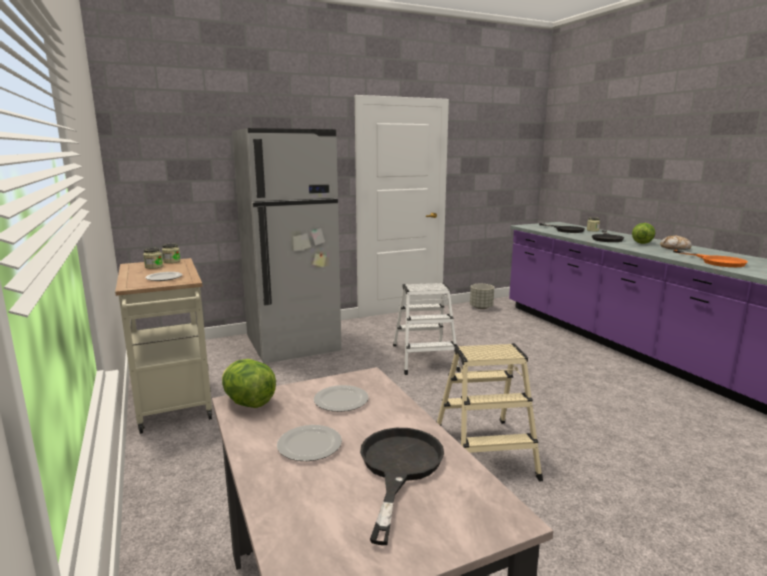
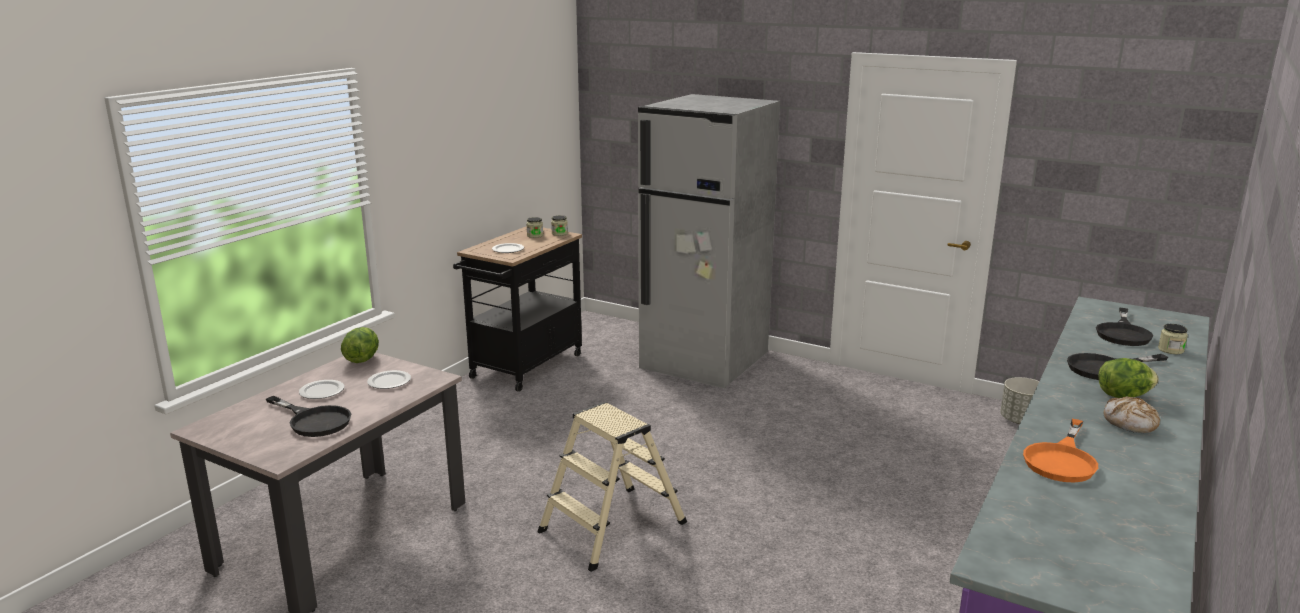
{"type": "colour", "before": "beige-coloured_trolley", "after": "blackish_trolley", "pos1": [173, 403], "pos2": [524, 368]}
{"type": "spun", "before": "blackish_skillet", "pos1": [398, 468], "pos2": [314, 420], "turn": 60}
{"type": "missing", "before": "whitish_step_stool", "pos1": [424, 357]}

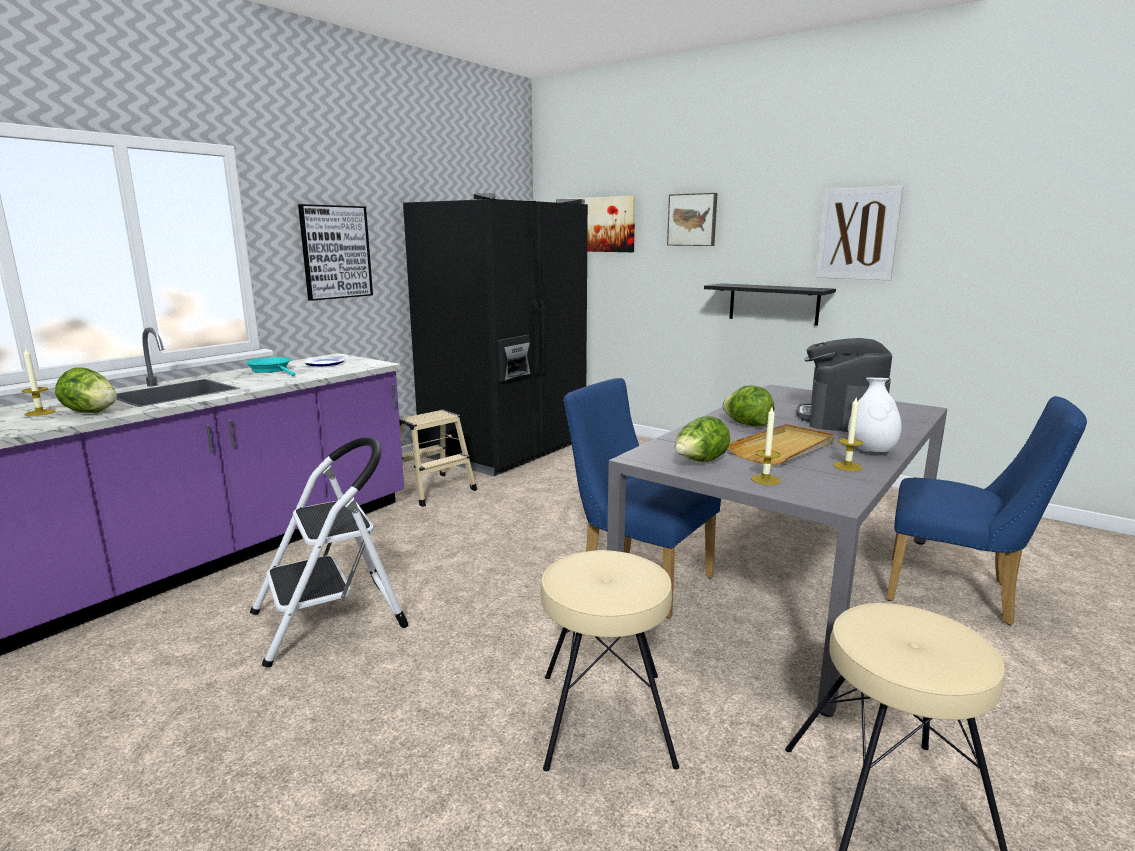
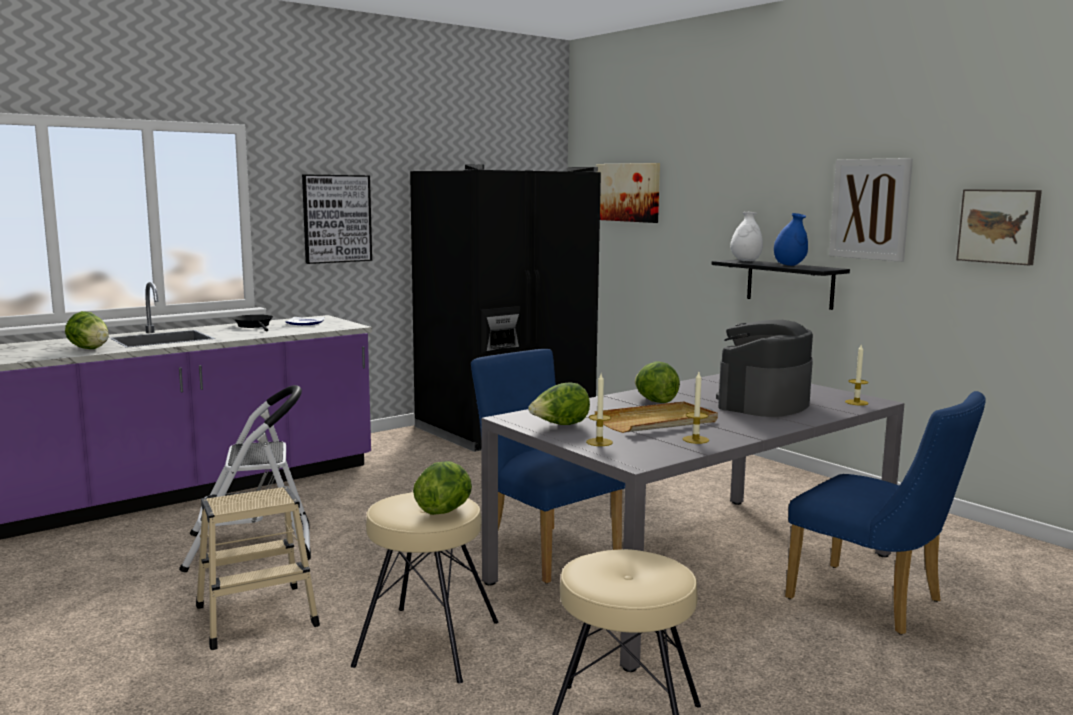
{"type": "relocated", "before": "candle", "pos1": [40, 413], "pos2": [856, 402]}
{"type": "colour", "before": "blue-green_skillet", "after": "blackish_skillet", "pos1": [272, 370], "pos2": [255, 326]}
{"type": "relocated", "before": "beige-coloured_step_stool", "pos1": [433, 489], "pos2": [257, 615]}
{"type": "relocated", "before": "wall_art", "pos1": [692, 220], "pos2": [999, 226]}
{"type": "relocated", "before": "whitish_vase", "pos1": [871, 451], "pos2": [746, 261]}
{"type": "appeared", "after": "lettuce", "pos2": [445, 510]}
{"type": "appeared", "after": "blue_vase", "pos2": [789, 265]}

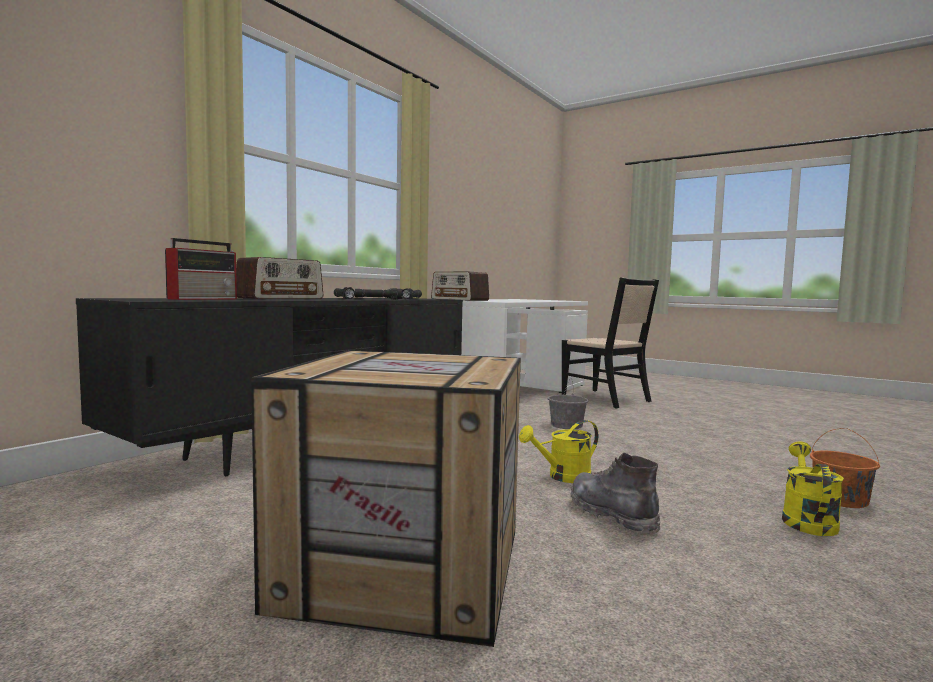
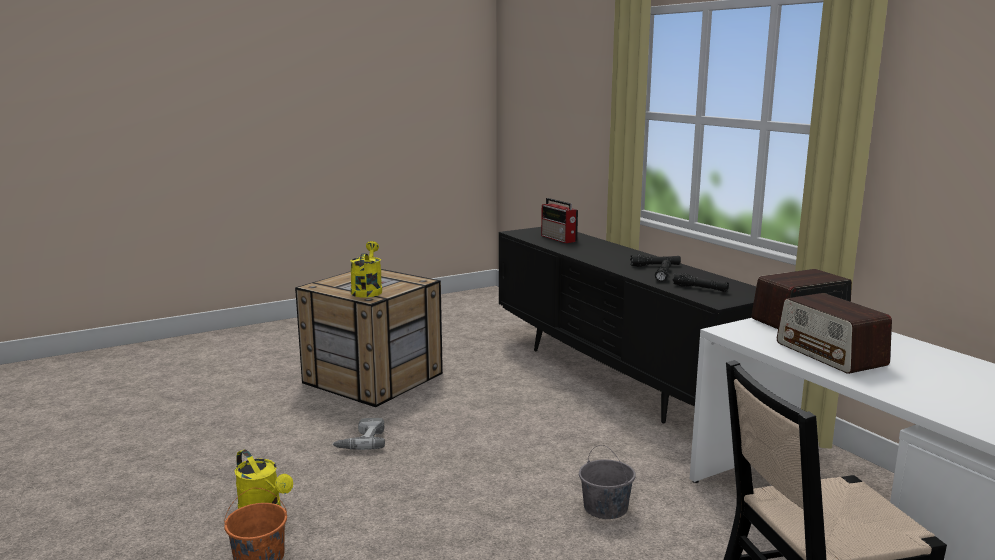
{"type": "relocated", "before": "radio", "pos1": [280, 298], "pos2": [830, 354]}
{"type": "relocated", "before": "yellow_watering_pot", "pos1": [563, 477], "pos2": [367, 290]}
{"type": "exchanged", "before": "greyish_tall_boot", "after": "electric_drill", "pos1": [612, 515], "pos2": [361, 441]}

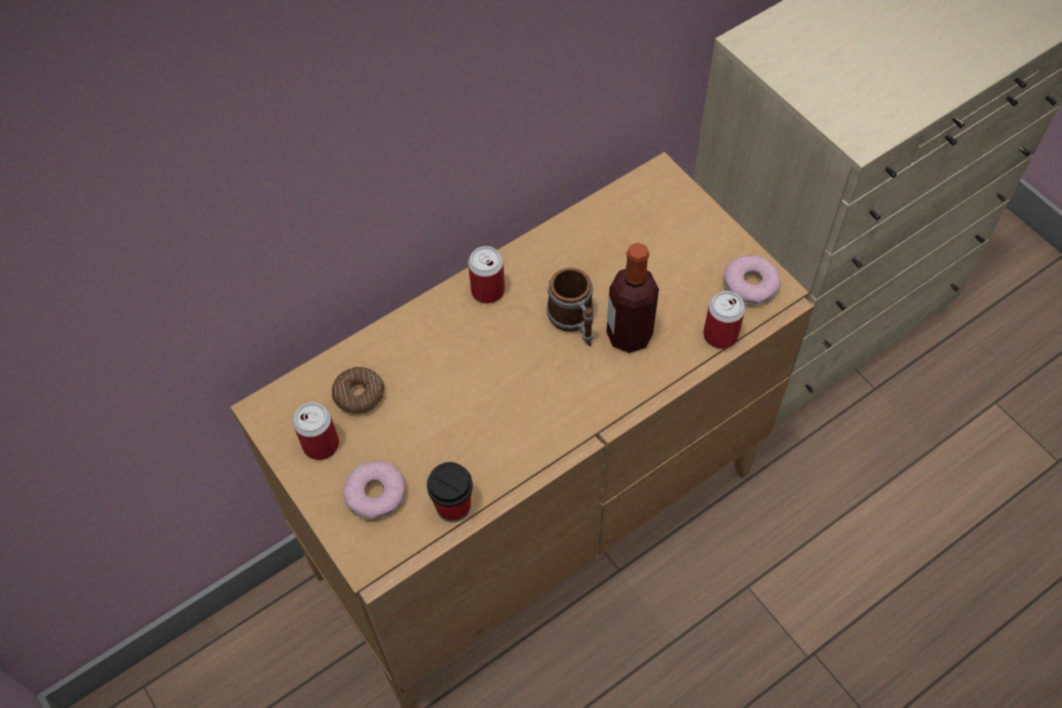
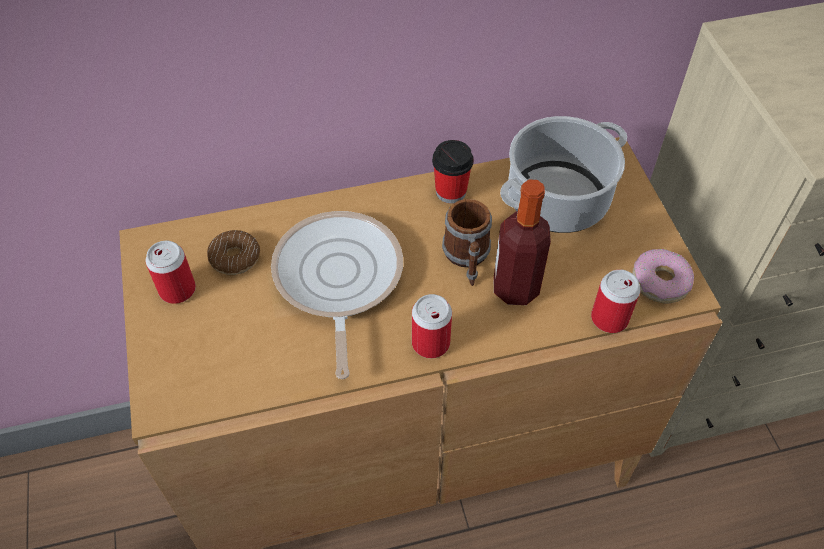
{"type": "missing", "before": "ring_doughnut", "pos1": [375, 494]}
{"type": "relocated", "before": "cup", "pos1": [453, 506], "pos2": [451, 192]}
{"type": "relocated", "before": "can", "pos1": [488, 290], "pos2": [430, 343]}
{"type": "appeared", "after": "skillet", "pos2": [337, 279]}
{"type": "appeared", "after": "cooking_pot", "pos2": [558, 198]}

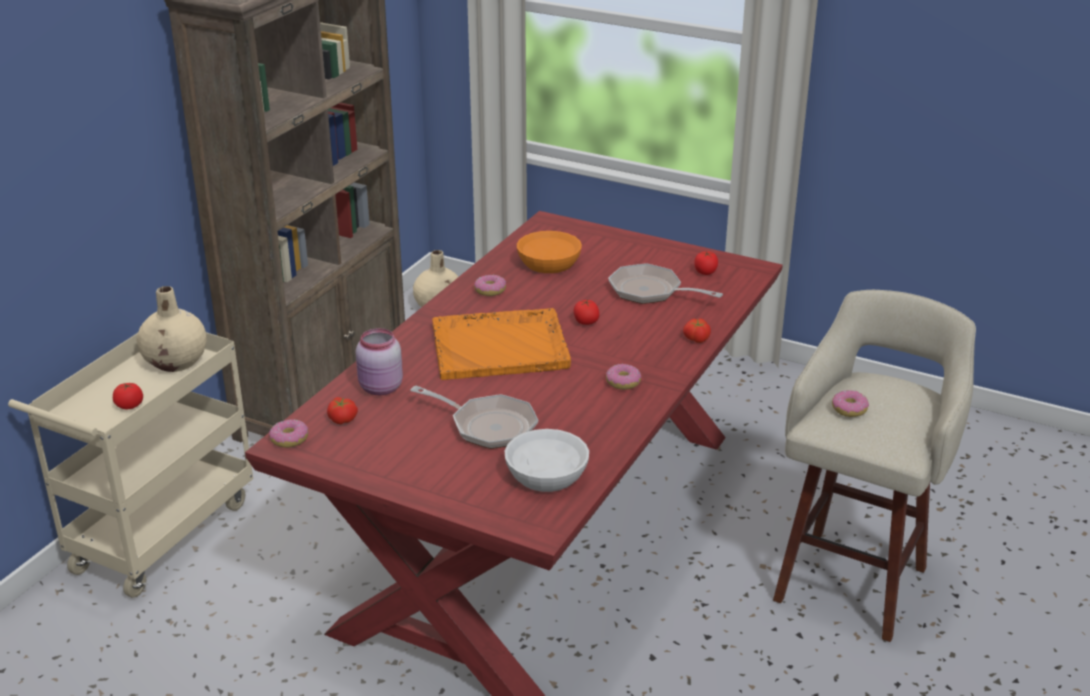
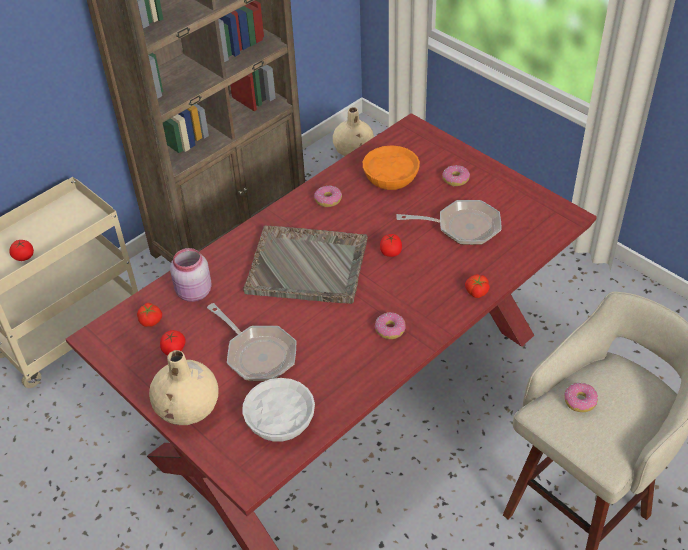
{"type": "relocated", "before": "beige-coloured_vase", "pos1": [176, 362], "pos2": [188, 408]}
{"type": "relocated", "before": "ring_doughnut", "pos1": [289, 439], "pos2": [455, 179]}
{"type": "colour", "before": "orange_serving_tray", "after": "greyish_serving_tray", "pos1": [501, 347], "pos2": [308, 266]}
{"type": "spun", "before": "skillet", "pos1": [651, 291], "pos2": [462, 227], "turn": 135}
{"type": "relocated", "before": "tomato", "pos1": [705, 272], "pos2": [174, 349]}

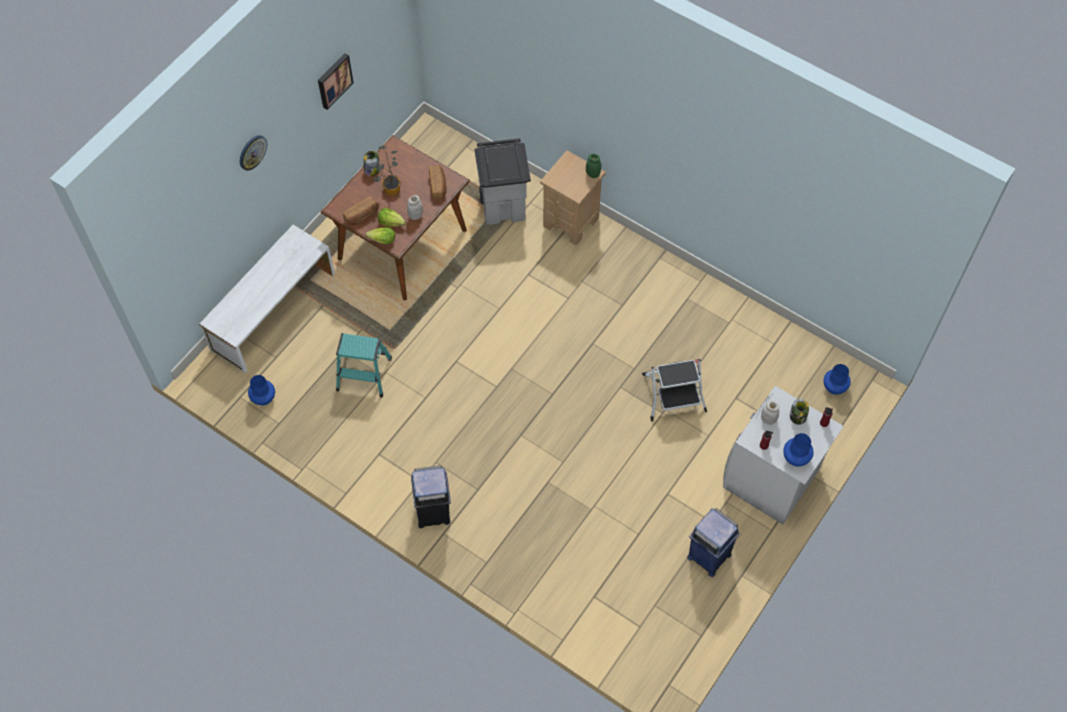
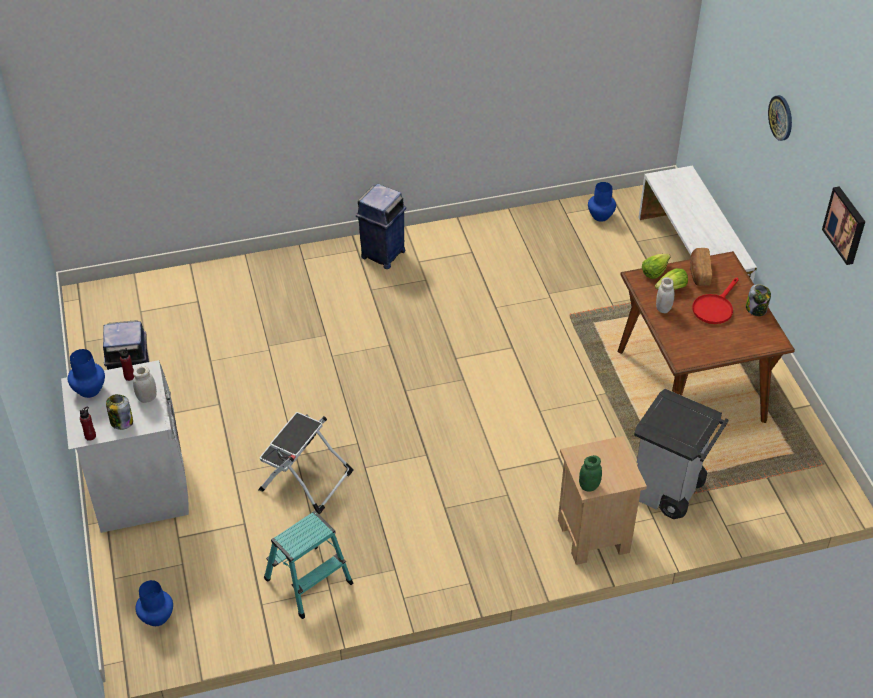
{"type": "relocated", "before": "blue-green_step_stool", "pos1": [364, 373], "pos2": [308, 580]}
{"type": "exchanged", "before": "houseplant", "after": "red_skillet", "pos1": [390, 190], "pos2": [714, 307]}
{"type": "missing", "before": "bakery_bread", "pos1": [438, 186]}

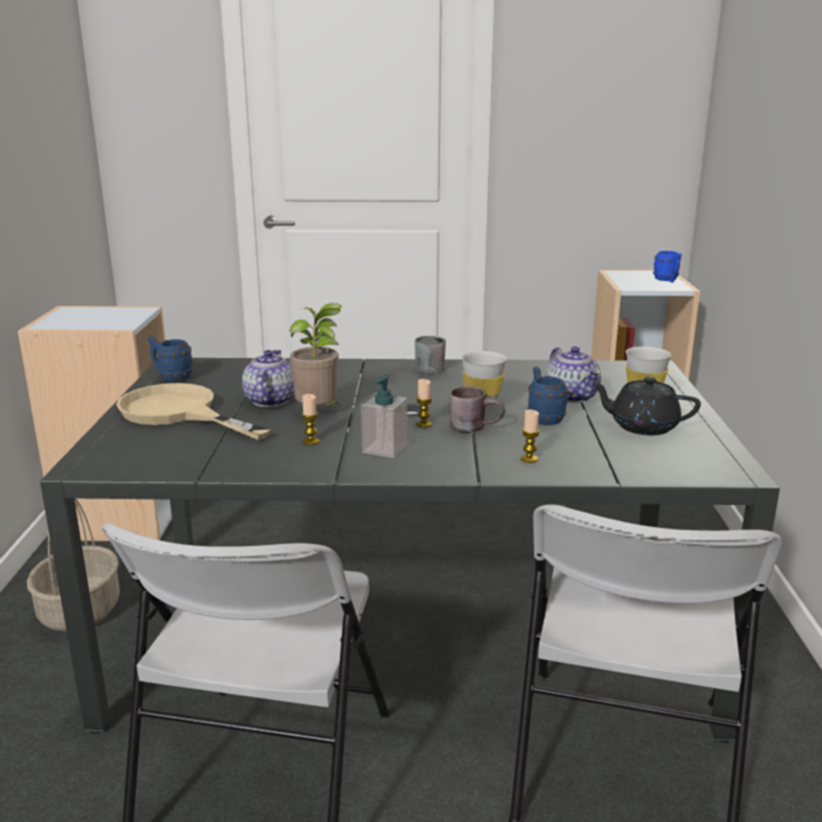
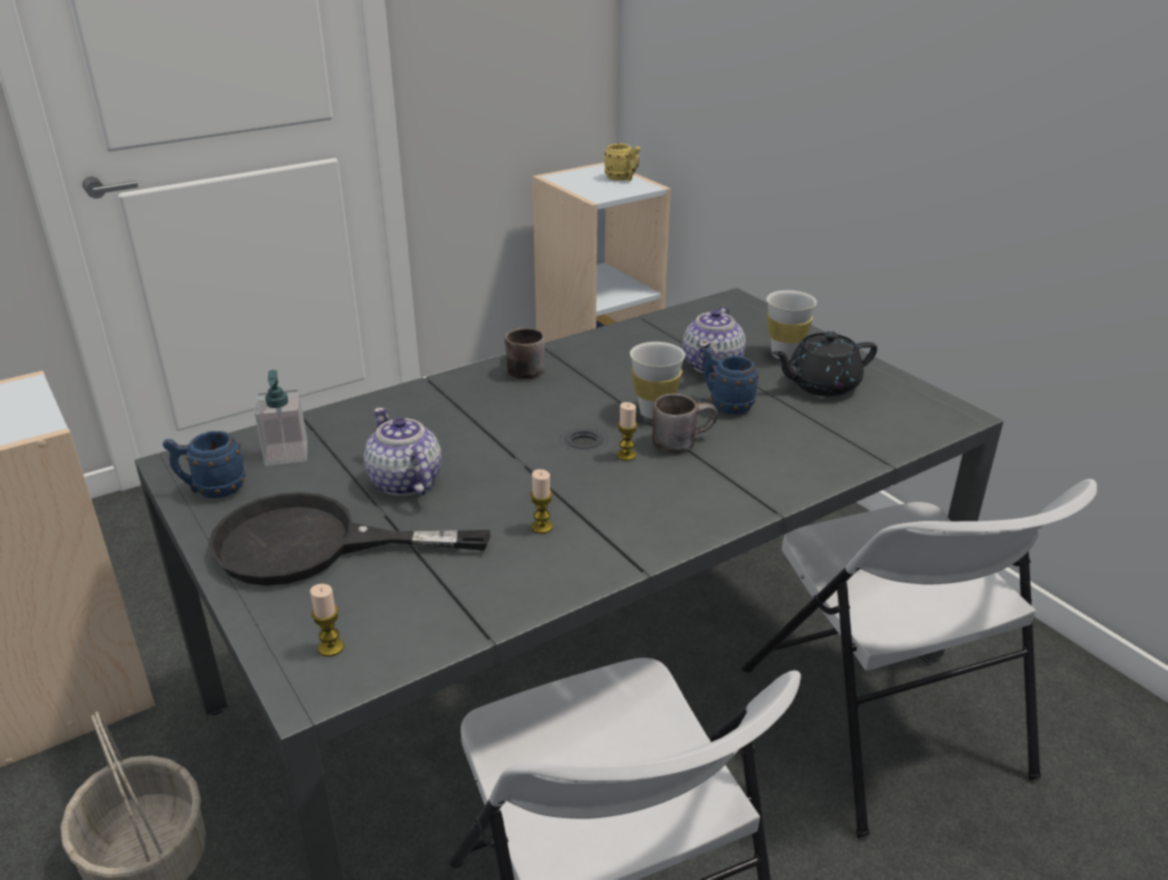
{"type": "colour", "before": "beige-coloured_skillet", "after": "blackish_skillet", "pos1": [179, 413], "pos2": [313, 545]}
{"type": "missing", "before": "houseplant", "pos1": [319, 413]}
{"type": "relocated", "before": "liquid_soap_bottle", "pos1": [384, 449], "pos2": [286, 453]}
{"type": "colour", "before": "greyish_tea_mug", "after": "brown_tea_mug", "pos1": [429, 368], "pos2": [520, 369]}
{"type": "relocated", "before": "candle", "pos1": [529, 459], "pos2": [331, 647]}
{"type": "spun", "before": "pot_for_tea", "pos1": [572, 396], "pos2": [713, 365], "turn": 75}
{"type": "colour", "before": "blue_tea_mug", "after": "yellow_tea_mug", "pos1": [667, 280], "pos2": [622, 179]}

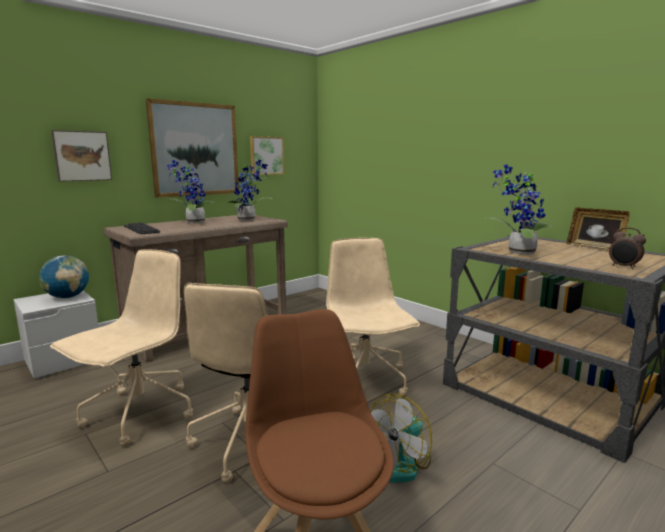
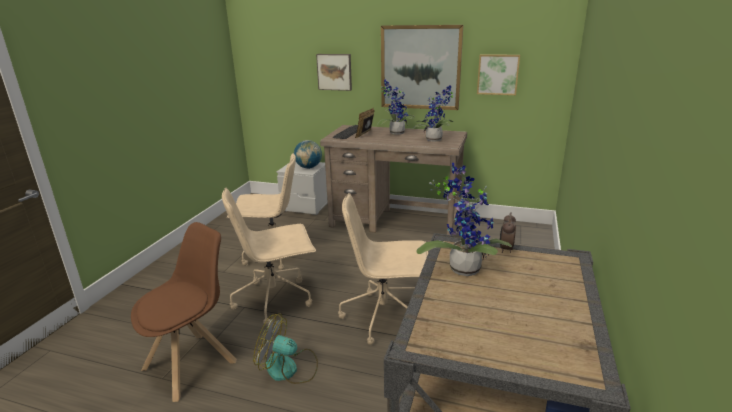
{"type": "spun", "before": "beige-coloured_office_chair", "pos1": [366, 383], "pos2": [387, 317], "turn": -135}
{"type": "relocated", "before": "photo_frame", "pos1": [594, 248], "pos2": [365, 134]}
{"type": "relocated", "before": "alarm_clock", "pos1": [623, 267], "pos2": [505, 249]}

